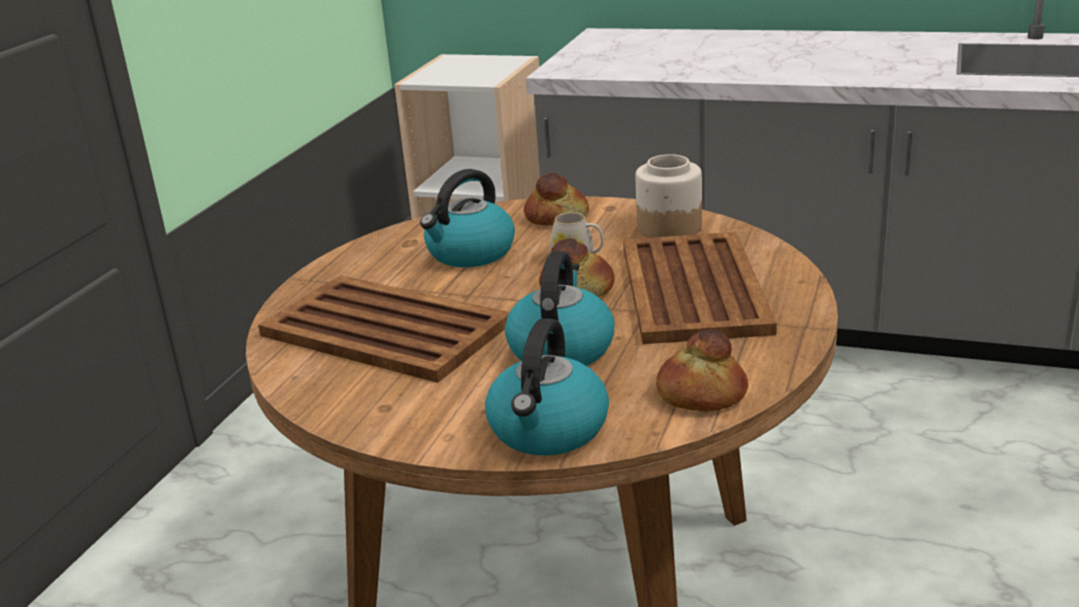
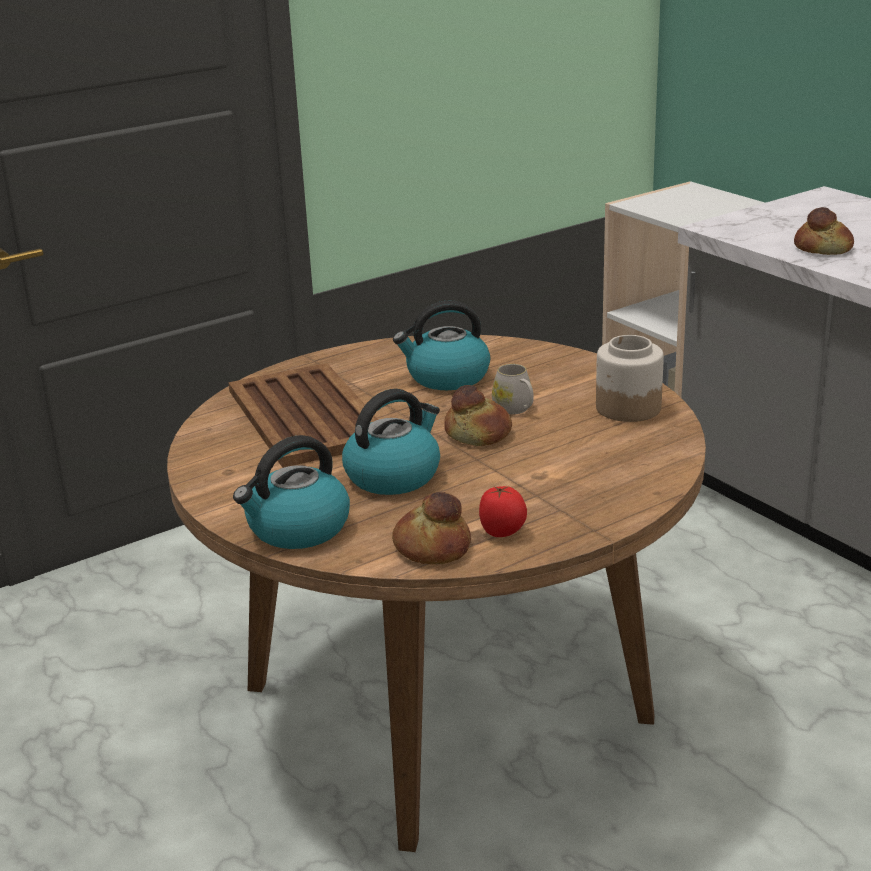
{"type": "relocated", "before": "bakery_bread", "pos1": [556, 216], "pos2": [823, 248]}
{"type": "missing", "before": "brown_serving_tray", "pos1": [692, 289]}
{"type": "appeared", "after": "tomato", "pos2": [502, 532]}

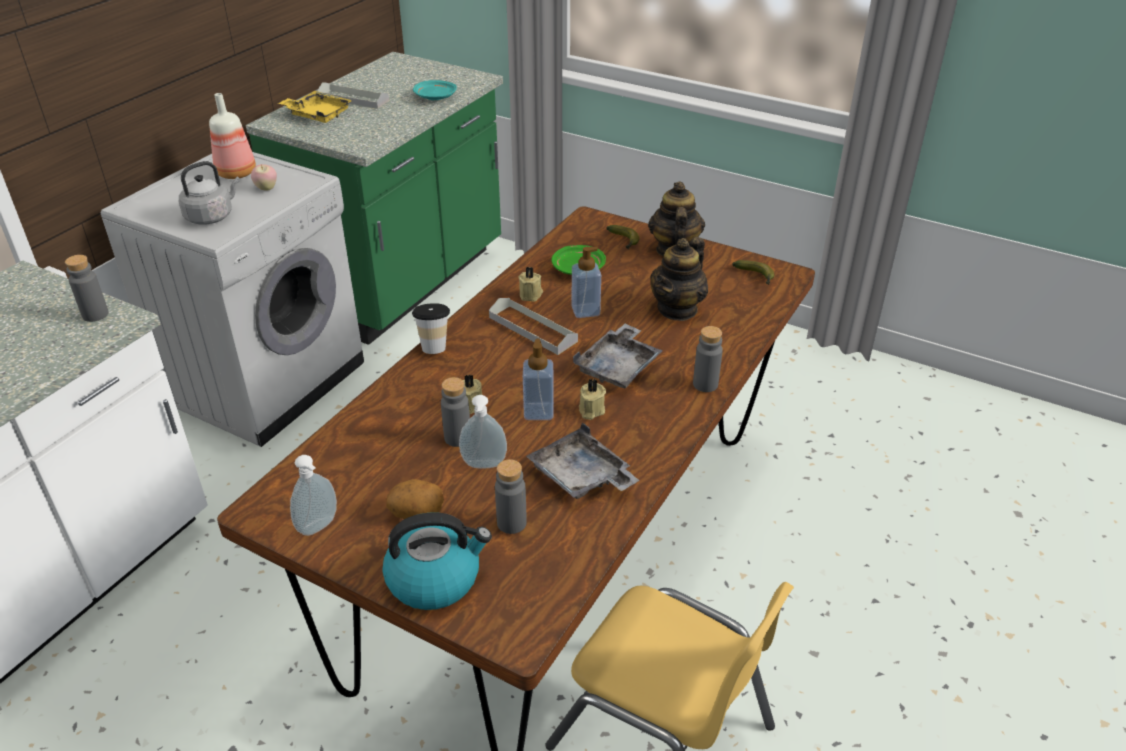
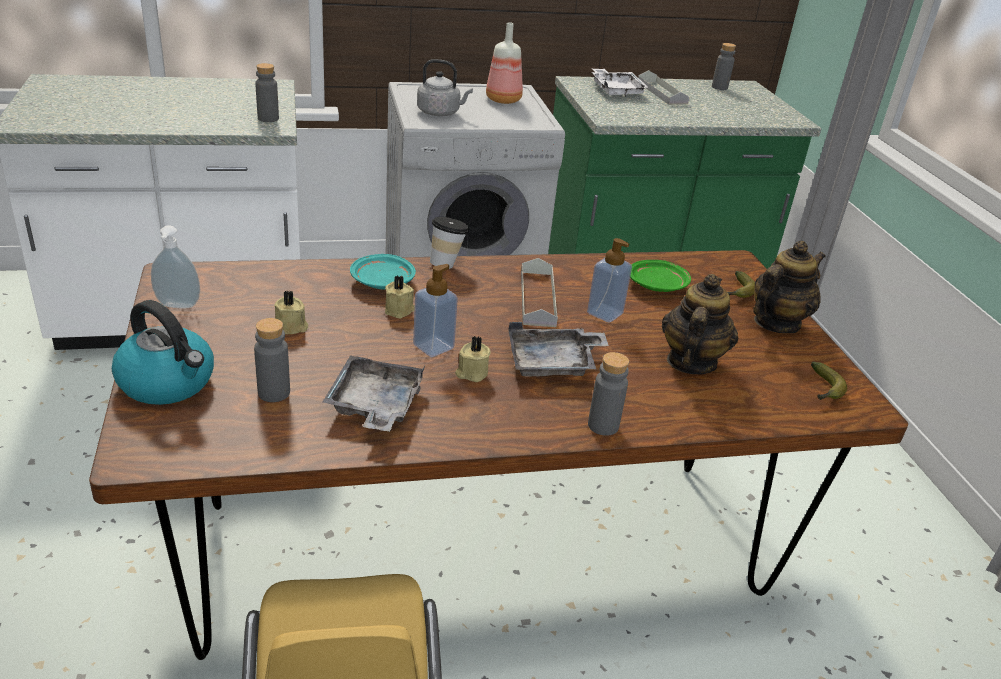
{"type": "missing", "before": "whole_apple", "pos1": [266, 188]}
{"type": "colour", "before": "yellow_serving_tray", "after": "whitish_serving_tray", "pos1": [318, 115], "pos2": [616, 90]}
{"type": "missing", "before": "spud", "pos1": [417, 513]}
{"type": "relocated", "before": "blue-green_flat_dish", "pos1": [436, 97], "pos2": [382, 282]}
{"type": "relocated", "before": "greyish_drink_bottle", "pos1": [457, 438], "pos2": [719, 87]}
{"type": "missing", "before": "liquid_soap_bottle", "pos1": [484, 466]}
{"type": "relocated", "before": "beige-coloured_candle", "pos1": [531, 295], "pos2": [291, 327]}
{"type": "spun", "before": "pot_for_tea", "pos1": [677, 309], "pos2": [690, 362], "turn": 120}

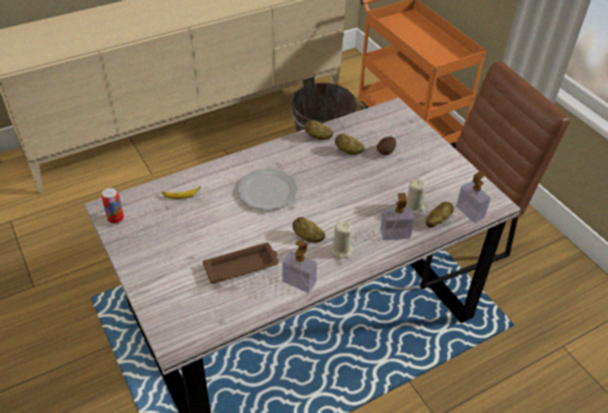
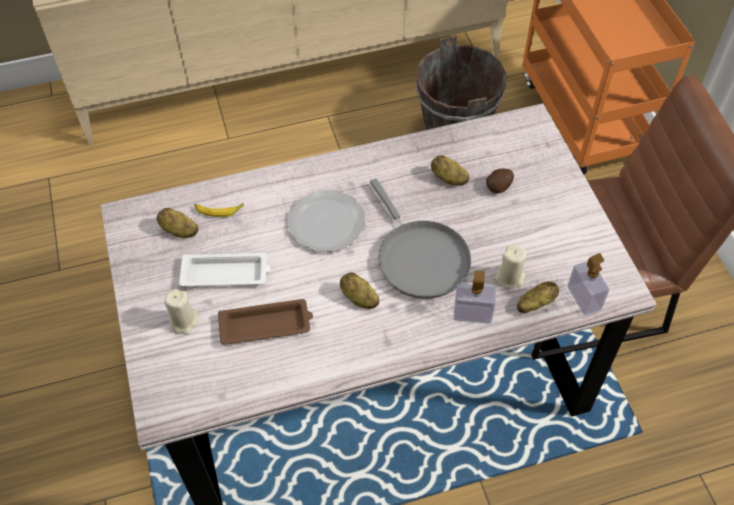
{"type": "missing", "before": "can", "pos1": [116, 219]}
{"type": "missing", "before": "liquid_soap_bottle", "pos1": [299, 282]}
{"type": "relocated", "before": "spud", "pos1": [318, 137], "pos2": [179, 231]}
{"type": "relocated", "before": "beige-coloured_candle", "pos1": [341, 250], "pos2": [184, 322]}
{"type": "appeared", "after": "whitish_serving_tray", "pos2": [226, 273]}
{"type": "appeared", "after": "greyish_skillet", "pos2": [419, 257]}

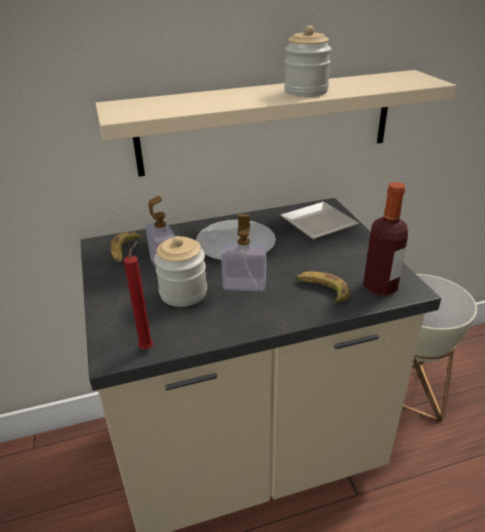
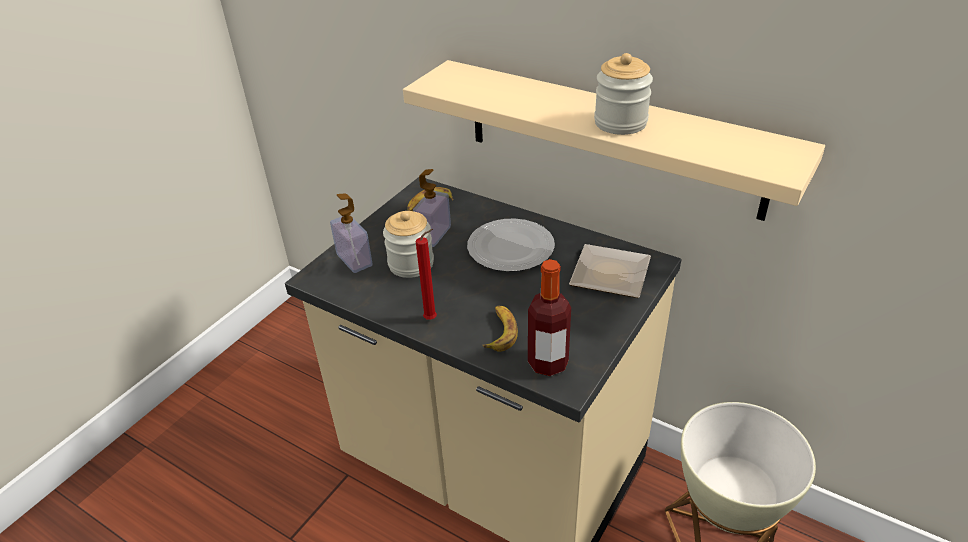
{"type": "relocated", "before": "red_candle", "pos1": [148, 347], "pos2": [432, 319]}
{"type": "relocated", "before": "liquid_soap_bottle", "pos1": [244, 284], "pos2": [354, 260]}

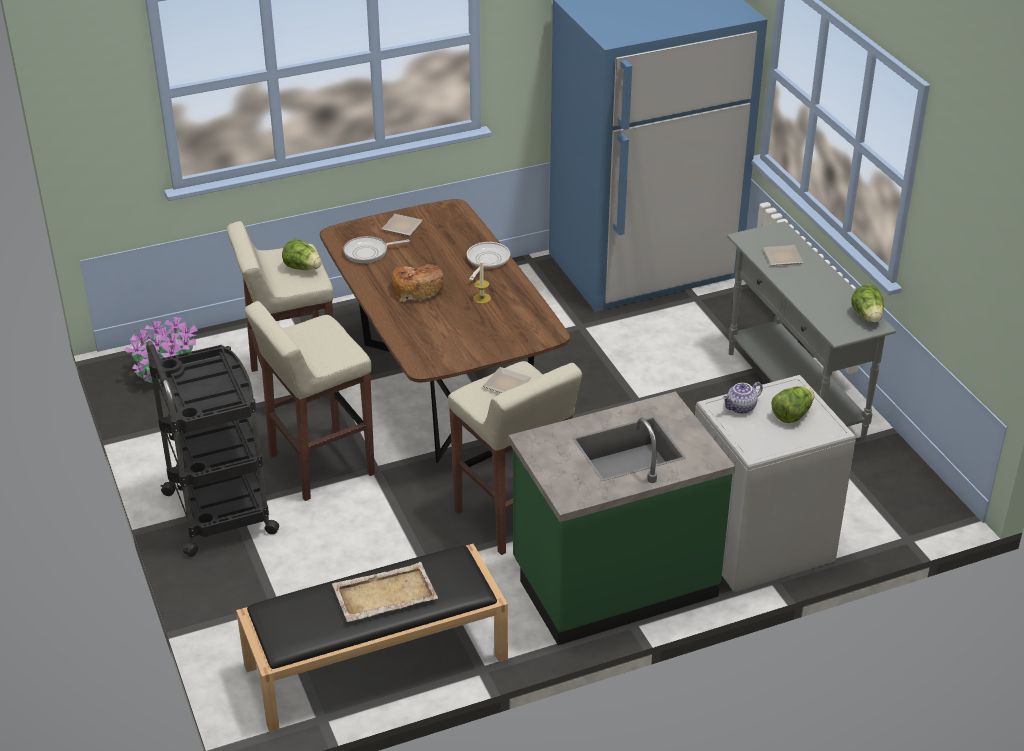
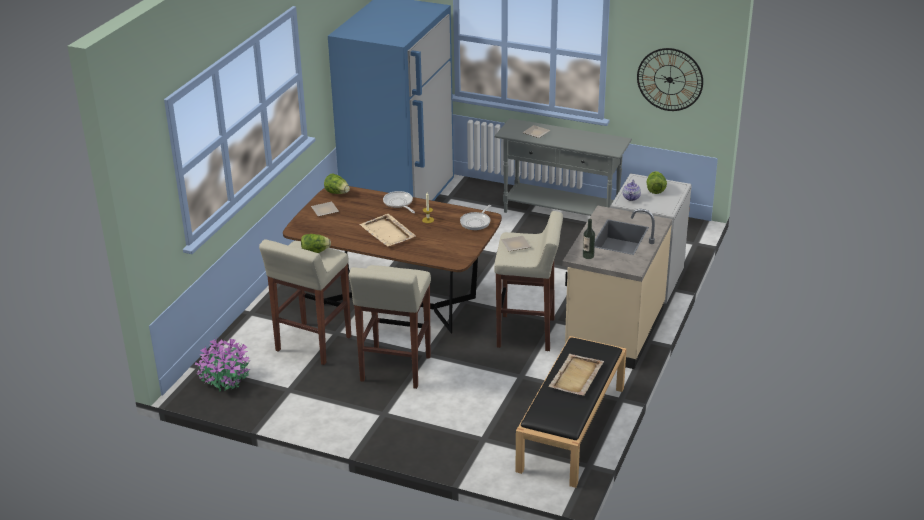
{"type": "missing", "before": "blackish_trolley", "pos1": [221, 512]}
{"type": "relocated", "before": "skillet", "pos1": [368, 252], "pos2": [476, 222]}
{"type": "exchanged", "before": "bakery_bread", "after": "beige-coloured_serving_tray", "pos1": [417, 289], "pos2": [388, 232]}
{"type": "colour", "before": "green_kitchen_counter", "after": "beige-coloured_kitchen_counter", "pos1": [613, 581], "pos2": [613, 330]}
{"type": "relocated", "before": "lettuce", "pos1": [867, 316], "pos2": [337, 193]}
{"type": "appeared", "after": "drink_bottle", "pos2": [588, 256]}
{"type": "appeared", "after": "clock_on_the_wall", "pos2": [669, 79]}

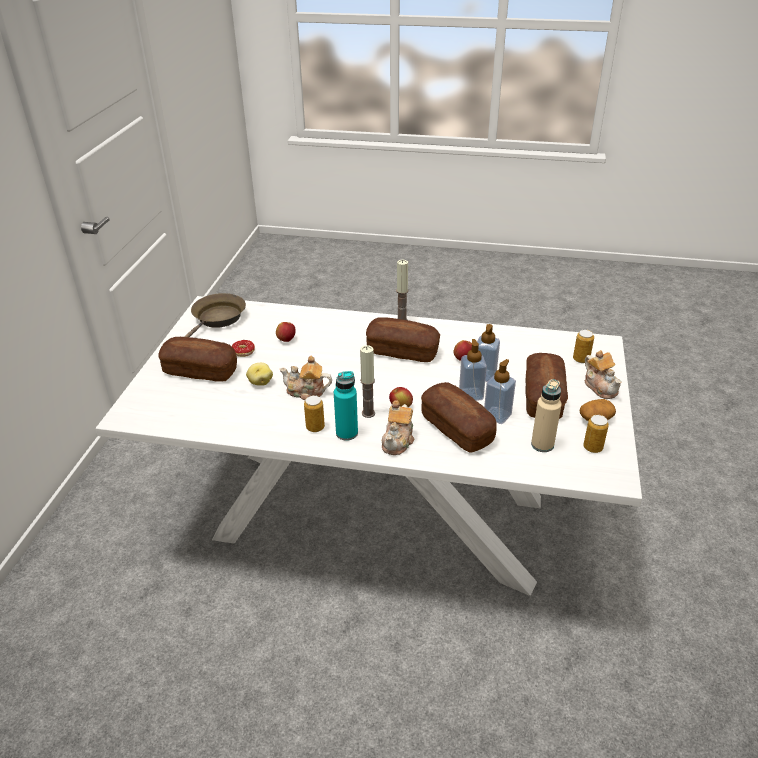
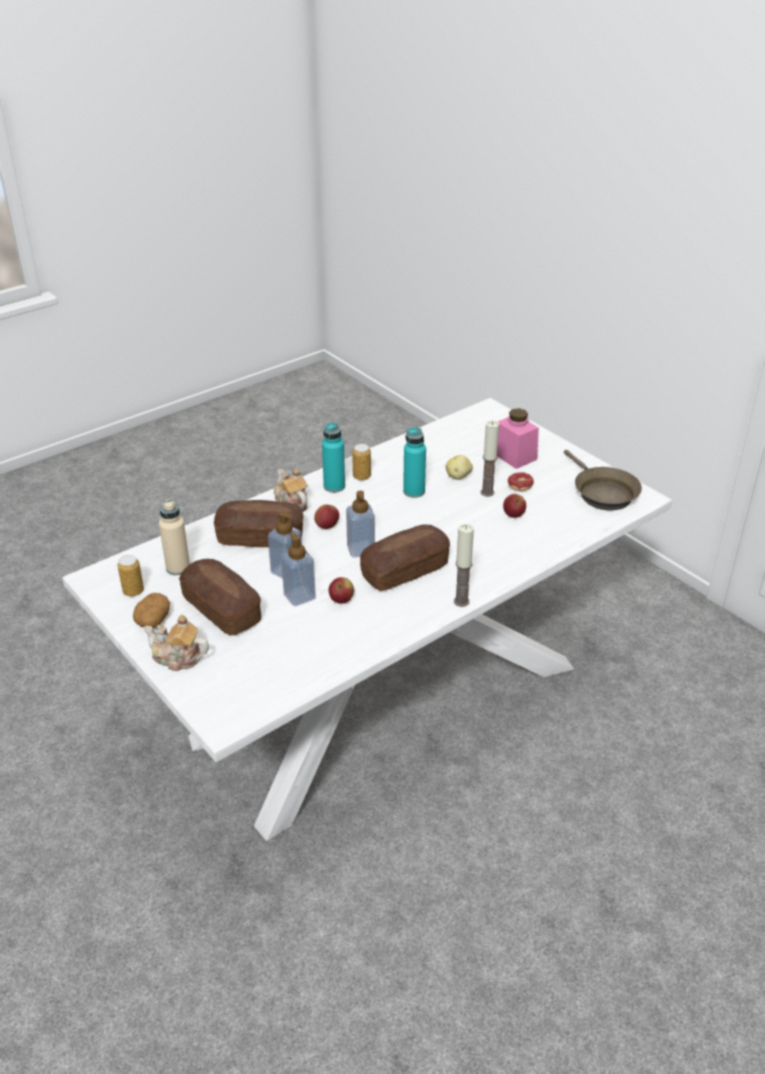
{"type": "exchanged", "before": "bakery_bread", "after": "pinkish_jar", "pos1": [200, 371], "pos2": [514, 456]}
{"type": "exchanged", "before": "pot_for_tea", "after": "blue-green_drink_bottle", "pos1": [306, 392], "pos2": [414, 491]}
{"type": "relocated", "before": "candle", "pos1": [368, 413], "pos2": [487, 492]}
{"type": "relocated", "before": "liquid_soap_bottle", "pos1": [497, 415], "pos2": [361, 549]}
{"type": "missing", "before": "can", "pos1": [581, 359]}

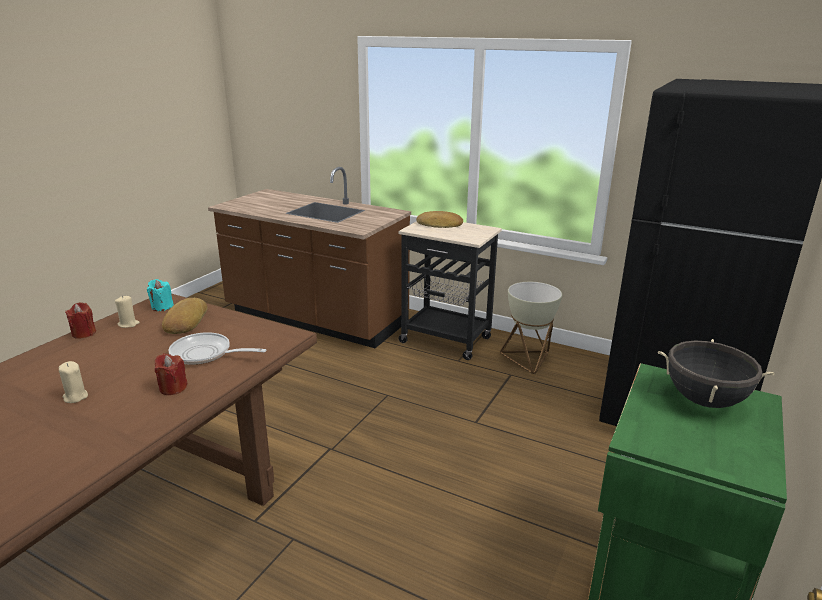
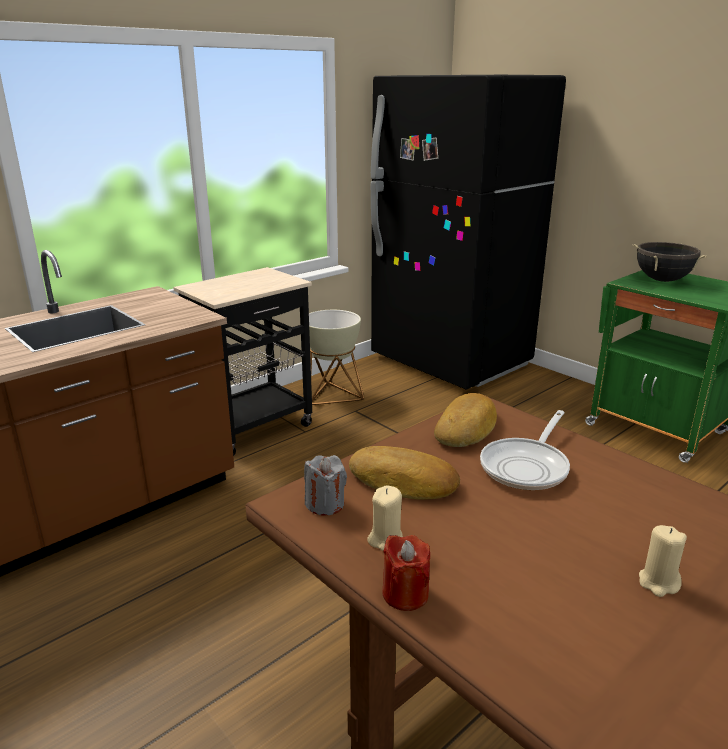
{"type": "colour", "before": "blue-green_candle", "after": "greyish_candle", "pos1": [162, 307], "pos2": [325, 504]}
{"type": "missing", "before": "red_candle", "pos1": [173, 388]}
{"type": "relocated", "before": "bakery_bread", "pos1": [440, 224], "pos2": [467, 428]}

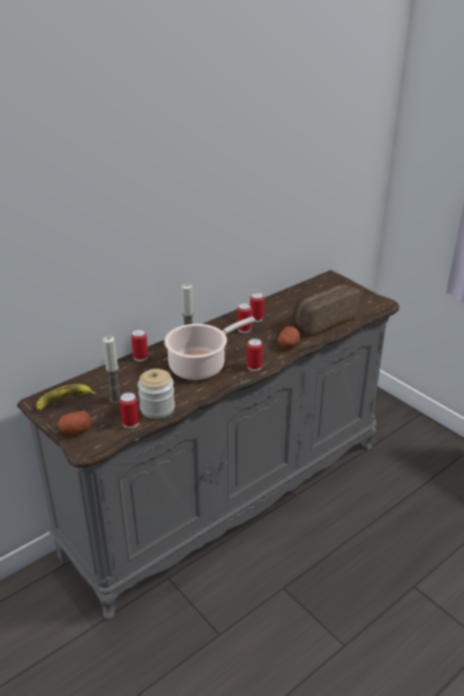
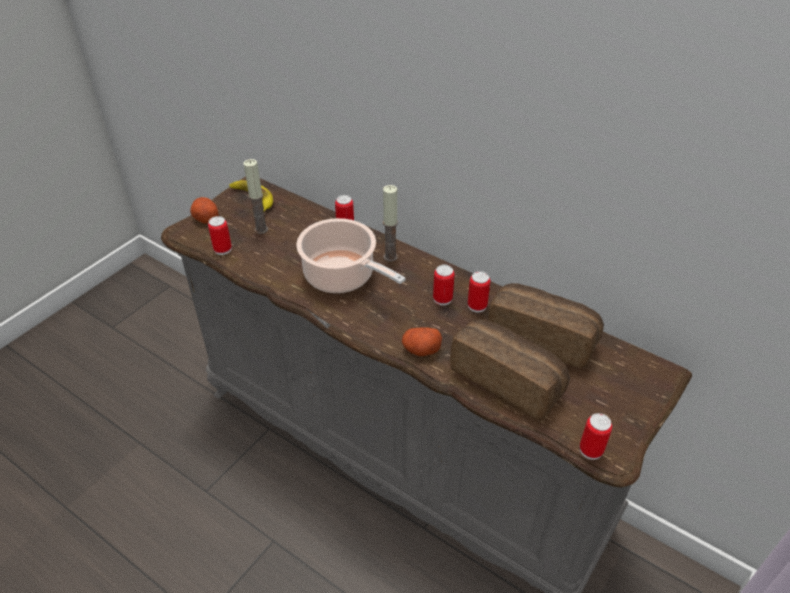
{"type": "missing", "before": "jar", "pos1": [157, 408]}
{"type": "relocated", "before": "can", "pos1": [254, 367], "pos2": [591, 450]}
{"type": "appeared", "after": "bakery_bread", "pos2": [542, 336]}

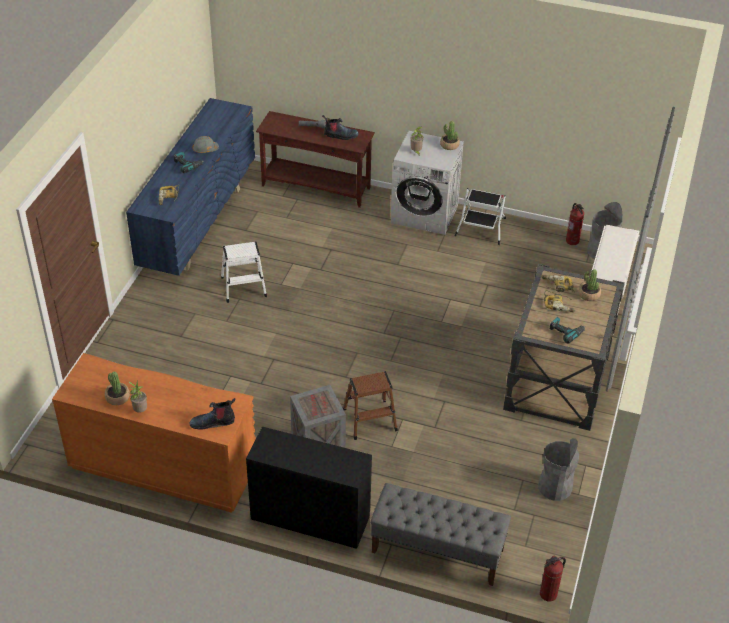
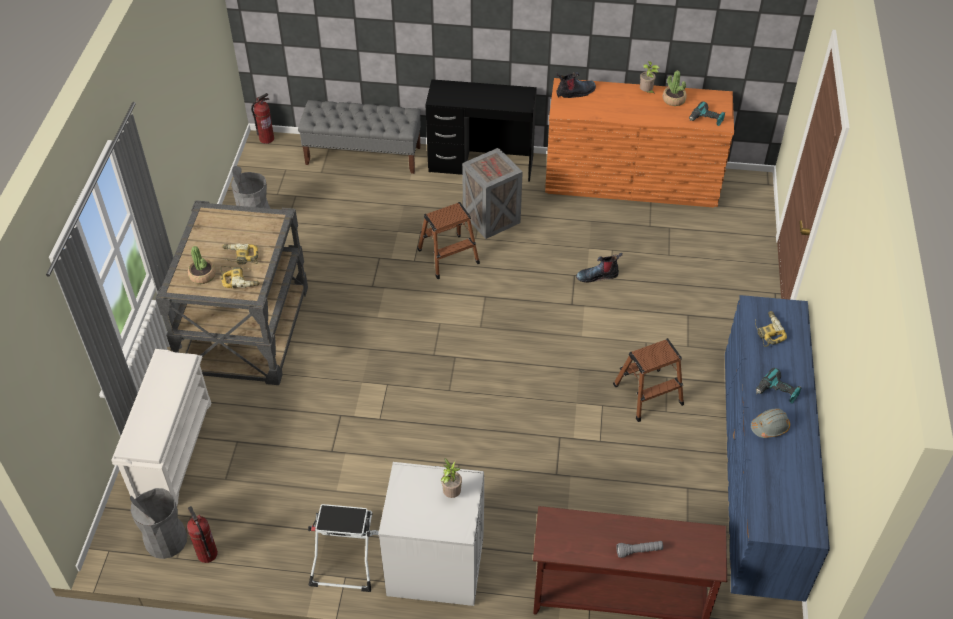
{"type": "colour", "before": "whitish_step_stool", "after": "brown_step_stool", "pos1": [243, 286], "pos2": [648, 394]}
{"type": "relocated", "before": "tall_boot", "pos1": [340, 136], "pos2": [597, 275]}
{"type": "missing", "before": "houseplant", "pos1": [449, 145]}
{"type": "relocated", "before": "electric_drill", "pos1": [566, 332], "pos2": [706, 119]}

